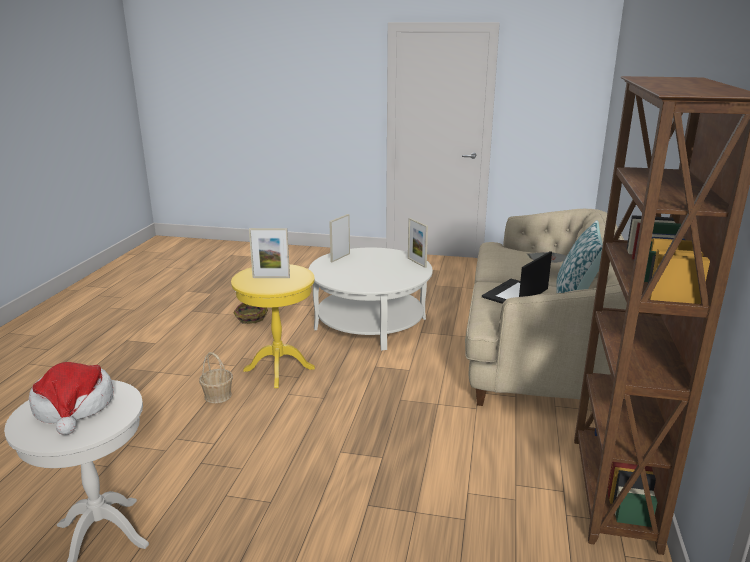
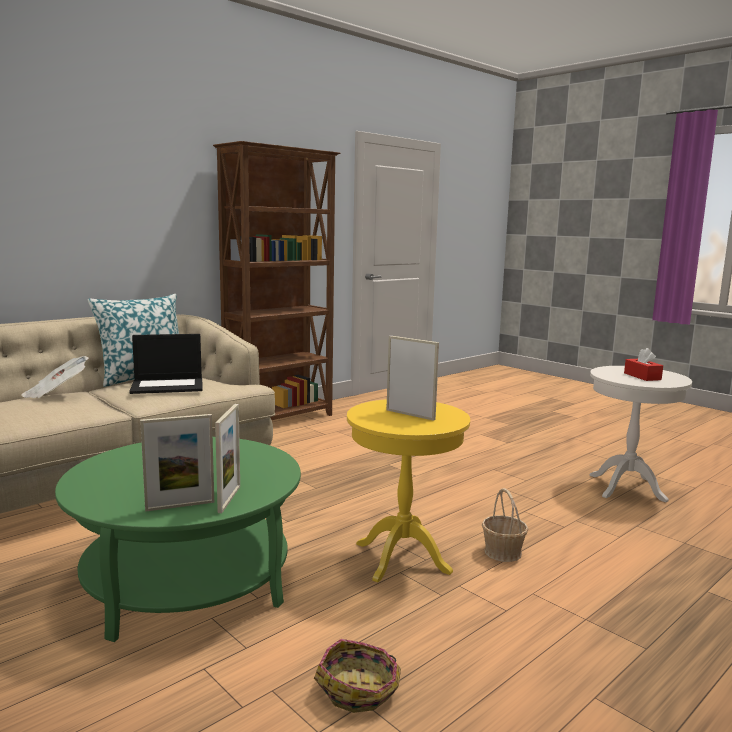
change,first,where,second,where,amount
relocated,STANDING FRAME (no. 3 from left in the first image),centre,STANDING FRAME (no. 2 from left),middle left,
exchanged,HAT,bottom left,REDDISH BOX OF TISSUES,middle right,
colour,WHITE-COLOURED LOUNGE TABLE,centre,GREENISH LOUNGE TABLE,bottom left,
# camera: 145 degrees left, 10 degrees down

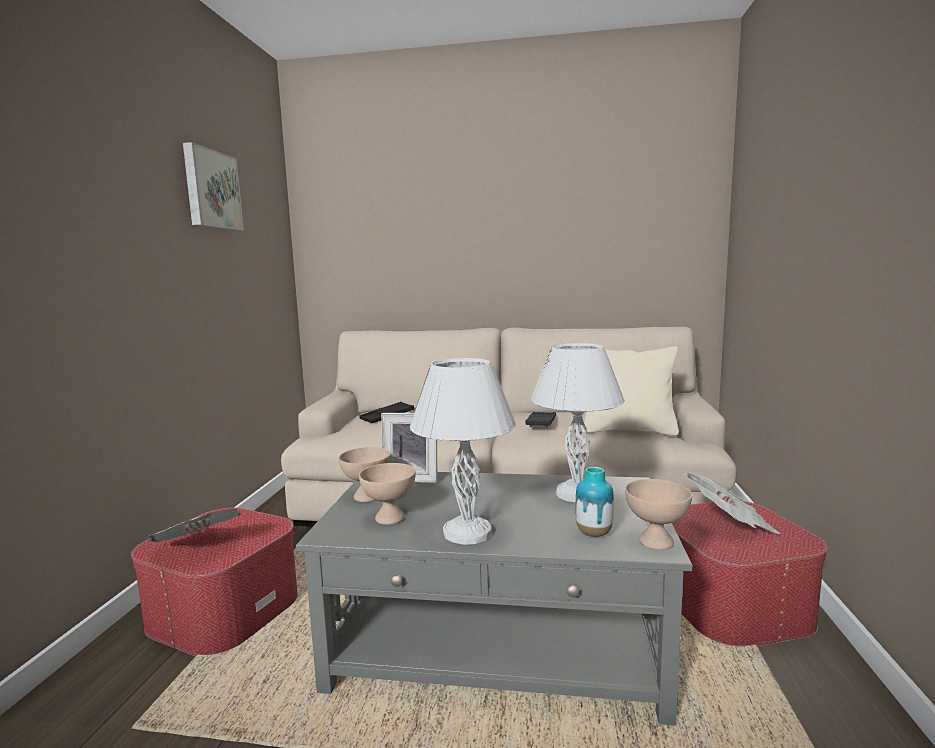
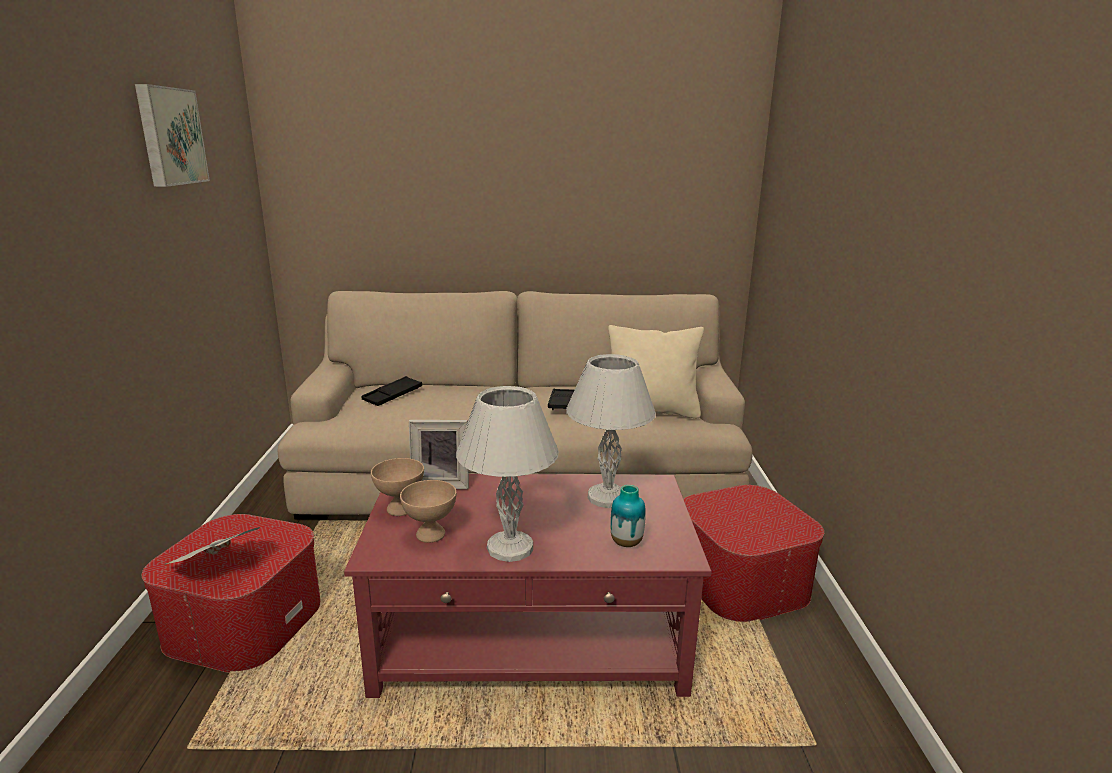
change,first,where,second,where,amount
missing,BEIGE-COLOURED SERVING BOWL (no. 3 from left),bottom right,,,
missing,PRINTED PAPER (no. 2 from left),bottom right,,,
colour,GREYISH LOUNGE TABLE,bottom centre,REDDISH LOUNGE TABLE,bottom centre,
# camera: 10 degrees left, 10 degrees up

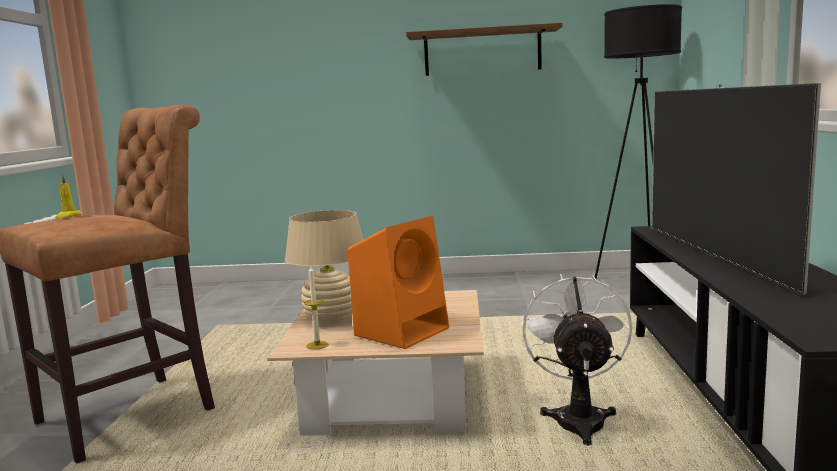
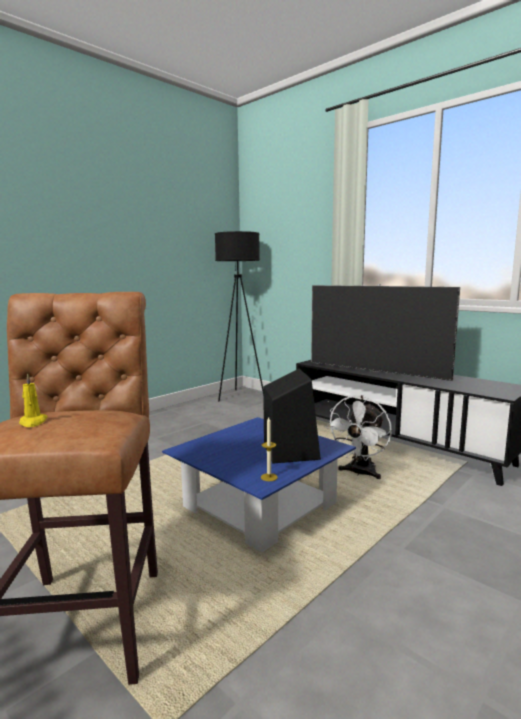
change,first,where,second,where,amount
missing,BEIGE-COLOURED LAMP FOR A TABLE,centre,,,
missing,BROWNISH WALL SHELF,top centre,,,
colour,BEIGE-COLOURED LOUNGE TABLE,bottom centre,BLUISH LOUNGE TABLE,bottom centre,
colour,ORANGE SPEAKER,centre,BLACKISH SPEAKER,centre,
spun,WHITE-COLOURED ELECTRIC FAN,bottom right,,middle right,105 degrees counterclockwise
# camera: 50 degrees left, 0 degrees up

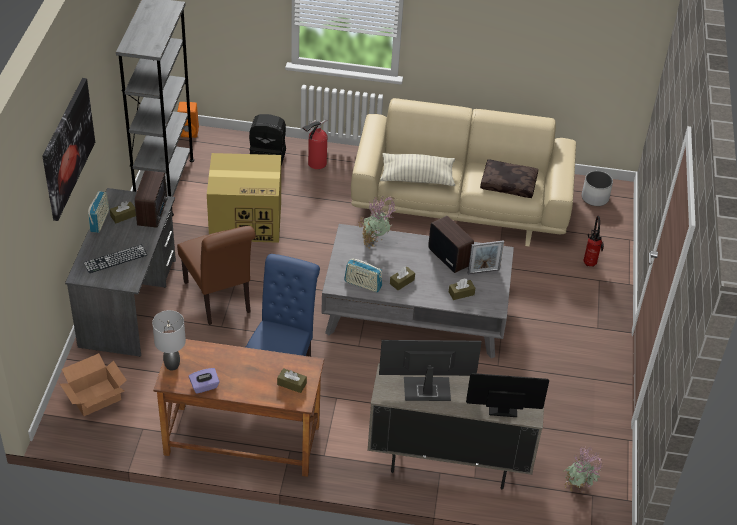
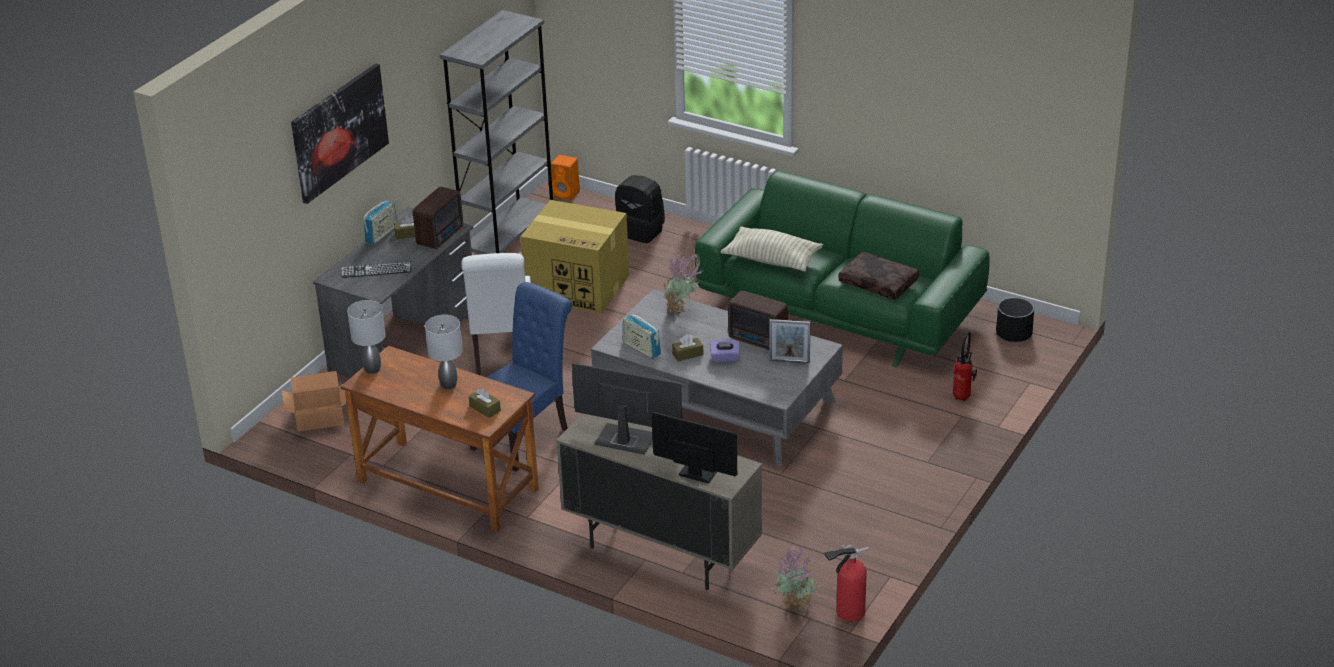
change,first,where,second,where,amount
missing,BROWNISH BOX OF TISSUES (no. 4 from left),centre,,,
appeared,,,GREYISH LAMP FOR A TABLE (no. 2 from left),middle left,
relocated,PURPLE BOX OF TISSUES,bottom left,,centre,
relocated,EXTINGUISHER (no. 1 from left),top centre,,bottom centre,
colour,BROWNISH UPRIGHT CHAIR,middle left,WHITE-COLOURED UPRIGHT CHAIR,centre,
colour,BEIGE-COLOURED COUCH,top centre,GREENISH COUCH,centre,
colour,WHITE-COLOURED PLANTER,middle right,BLACKISH PLANTER,middle right,
spun,RADIO (no. 4 from left),centre,,centre,135 degrees clockwise
# camera: 25 degrees right, 10 degrees down

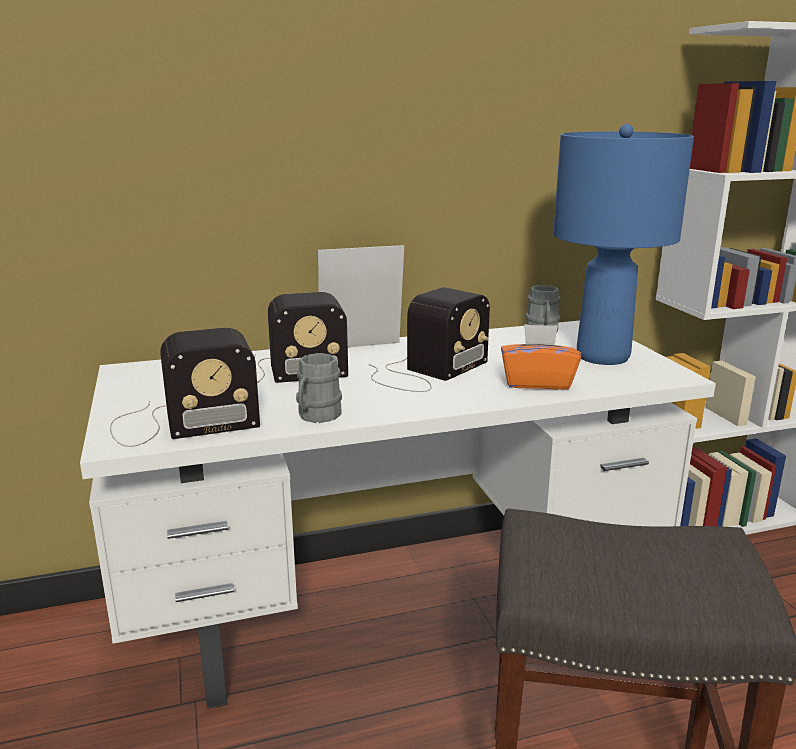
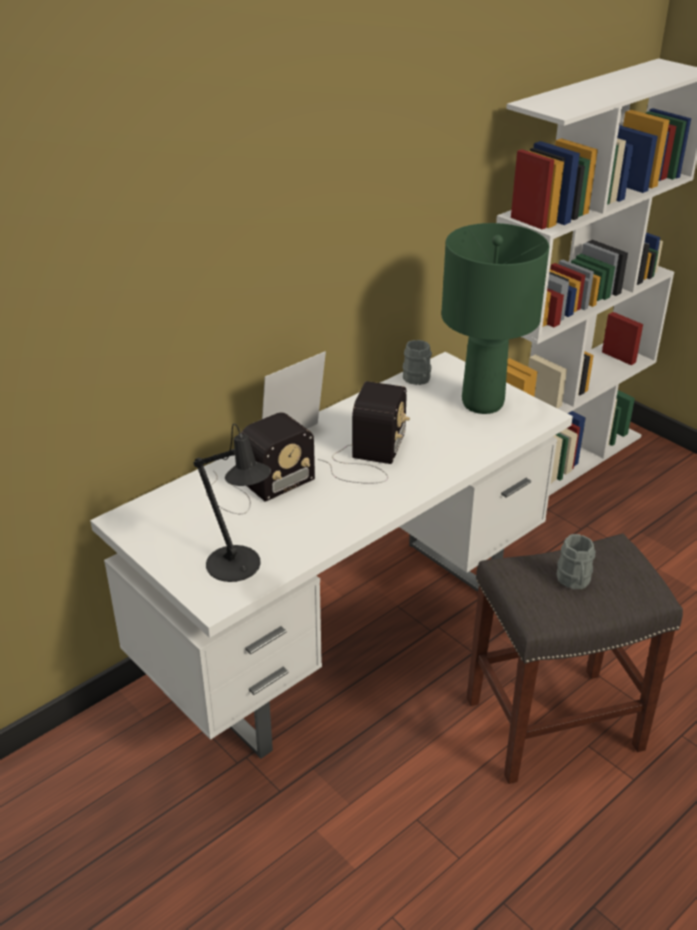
change,first,where,second,where,amount
missing,ORANGE BOX OF TISSUES,middle right,,,
relocated,GREYISH COFFEE MUG (no. 1 from left in the first image),centre,GREYISH COFFEE MUG (no. 2 from left),middle right,
exchanged,RADIO (no. 1 from left),middle left,BLACKISH LAMP FOR A TABLE,middle left,
colour,BLUISH LAMP FOR A TABLE,top right,GREENISH LAMP FOR A TABLE,middle right,
# camera: 25 degrees left, 15 degrees up

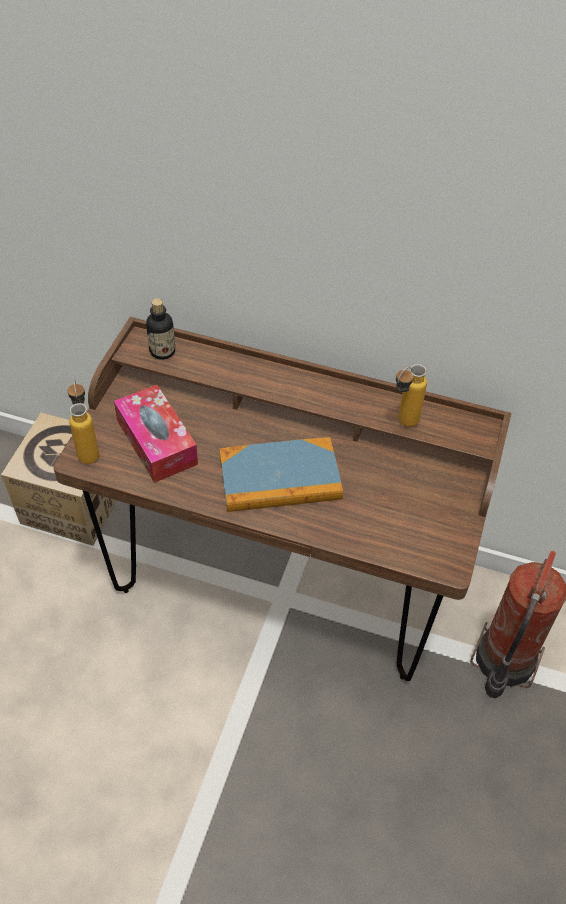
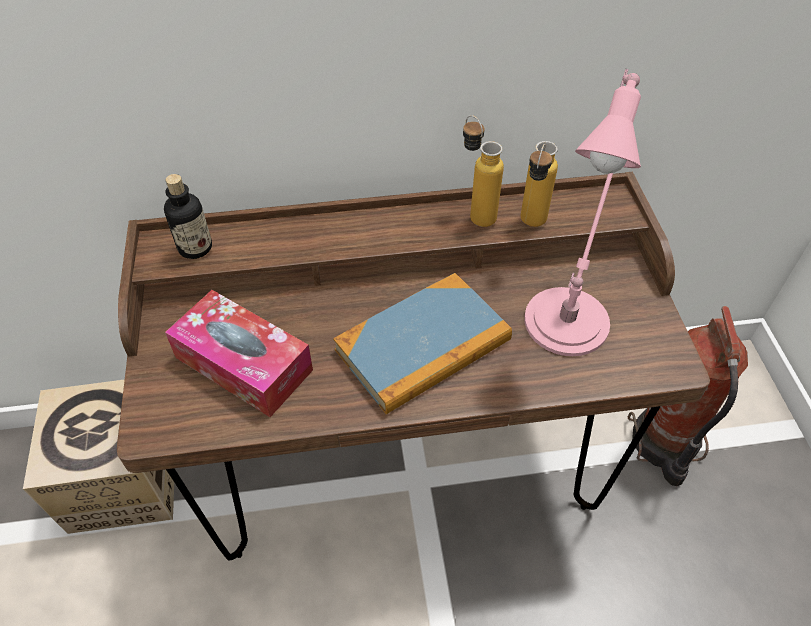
change,first,where,second,where,amount
appeared,,,PINKISH LAMP FOR A TABLE,middle right,
relocated,BOTTLE (no. 1 from left in the first image),middle left,BOTTLE (no. 2 from left),top centre,
# camera: 25 degrees left, 0 degrees up

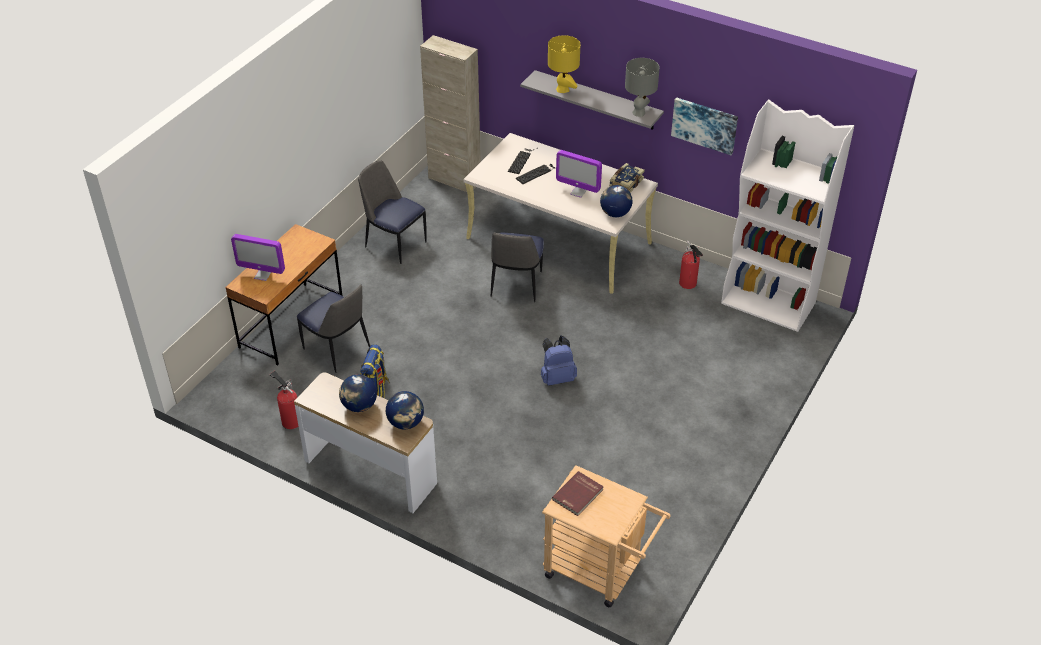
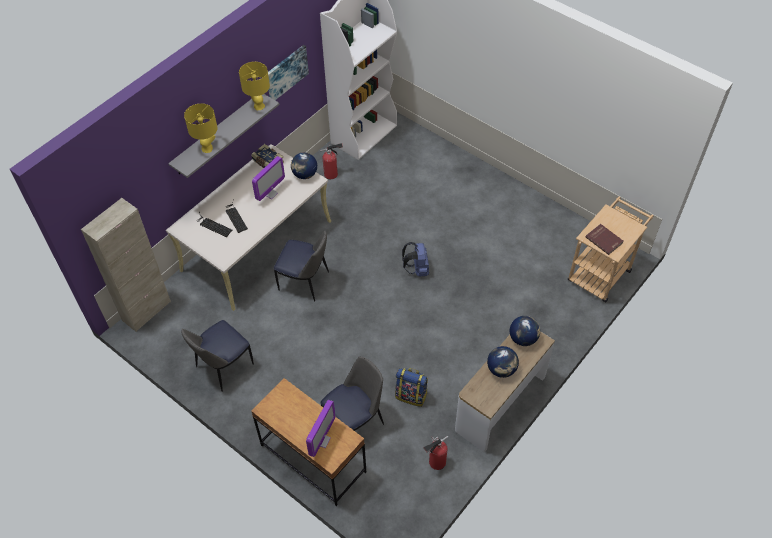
change,first,where,second,where,amount
colour,GREYISH LAMP FOR A TABLE,top centre,YELLOW LAMP FOR A TABLE (no. 2 from left),top left,
# camera: 80 degrees left, 10 degrees up

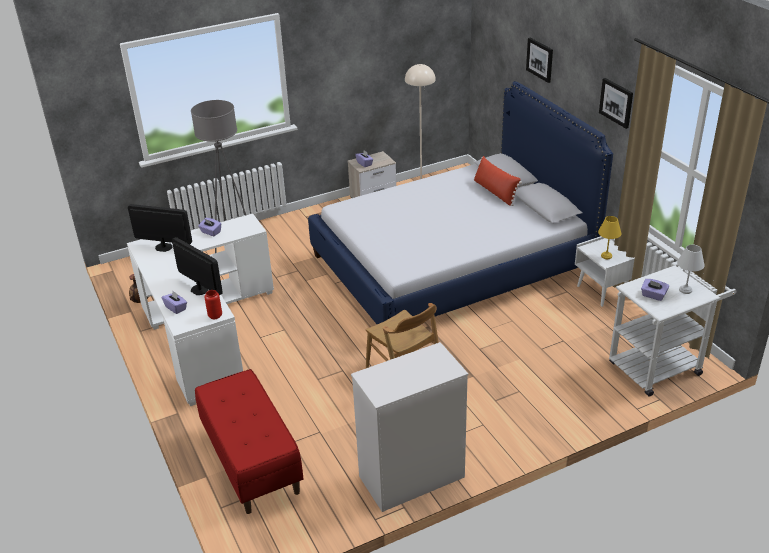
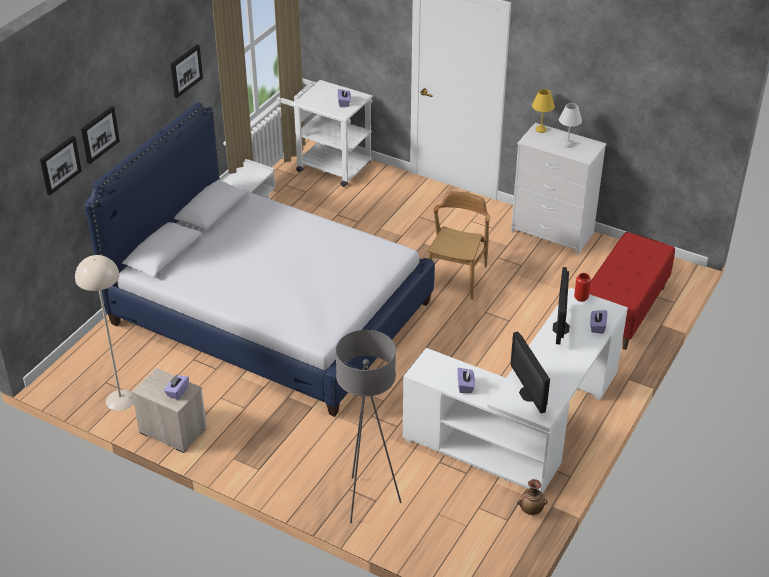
change,first,where,second,where,amount
missing,REDDISH CUSHION,top centre,,,
appeared,,,WALL PICTURE (no. 1 from left),top left,
relocated,YELLOW LAMP FOR A TABLE,middle right,,top right,
relocated,WHITE-COLOURED LAMP FOR A TABLE,middle right,,top right,
# camera: 125 degrees left, 5 degrees up

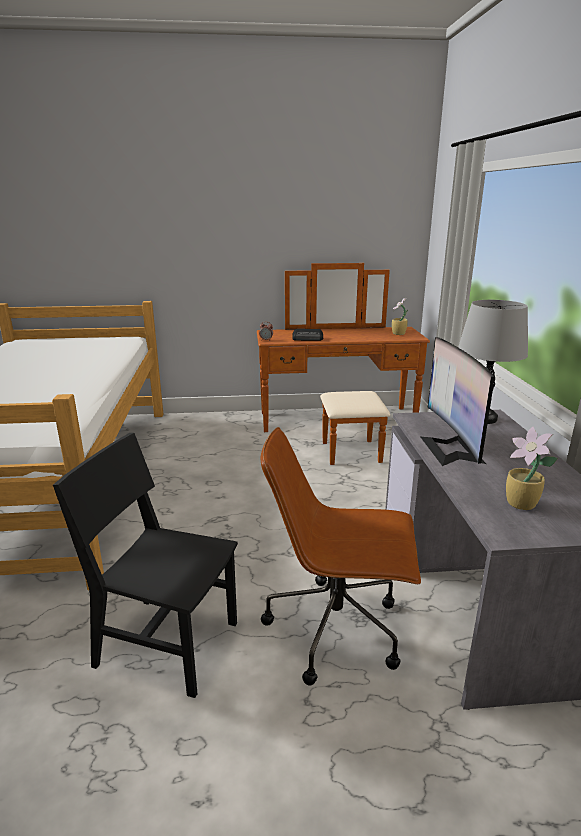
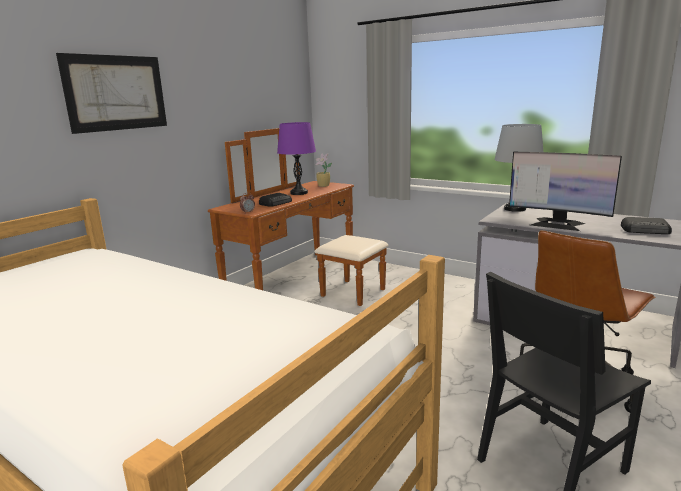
change,first,where,second,where,amount
appeared,,,WALL PICTURE,top left,
appeared,,,PURPLE LAMP FOR A TABLE,top centre,
exchanged,PLANT IN A POT (no. 2 from left),middle right,RADIO (no. 2 from left),middle right,
# camera: 50 degrees left, 5 degrees down

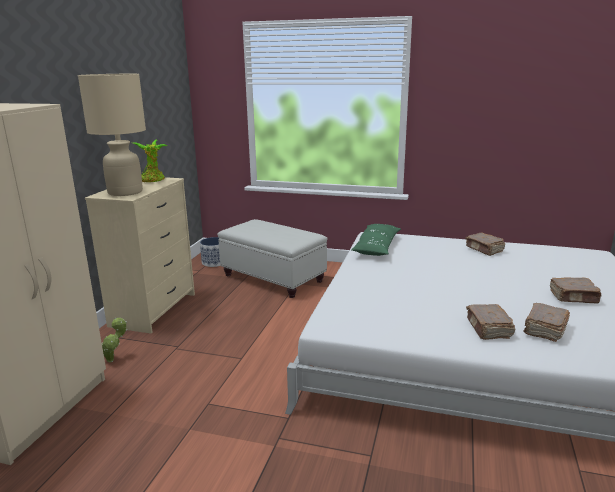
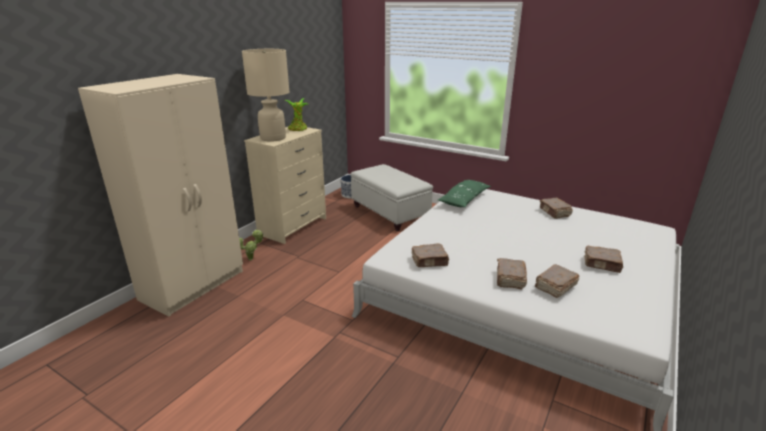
change,first,where,second,where,amount
appeared,,,BROWNISH BOUND BOOK (no. 1 from left),centre,
# camera: 15 degrees right, 5 degrees up

